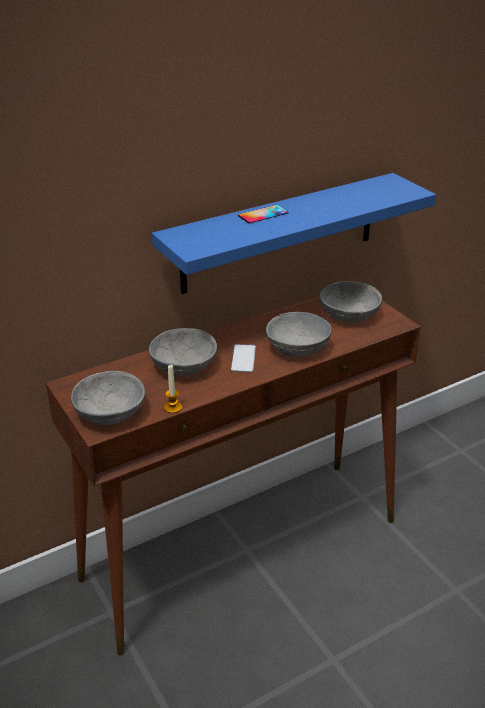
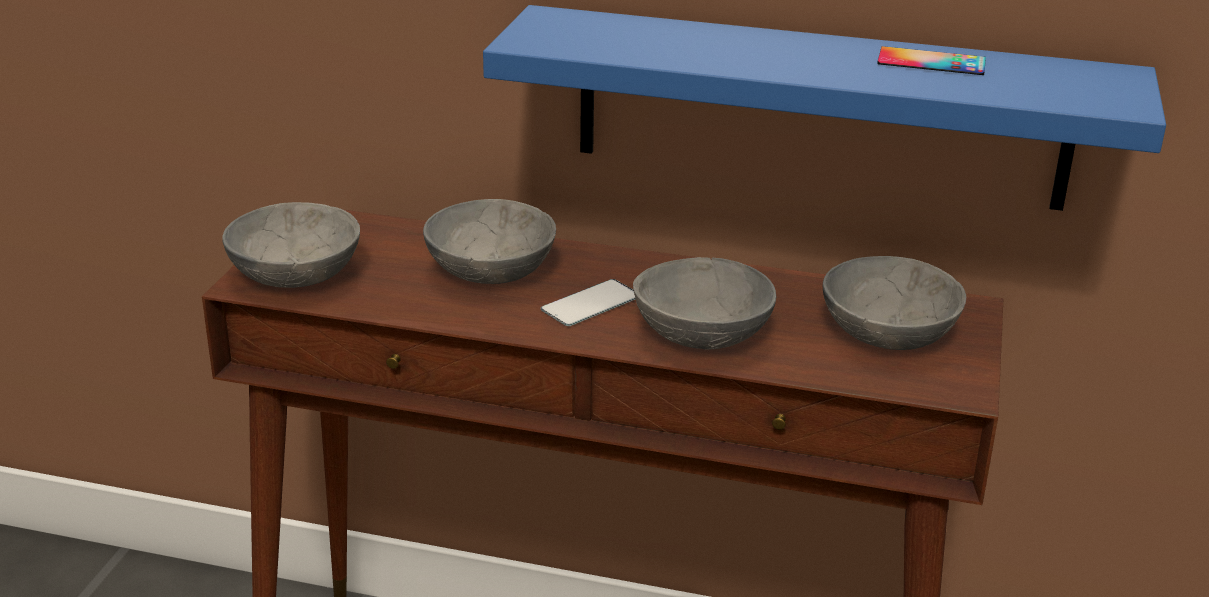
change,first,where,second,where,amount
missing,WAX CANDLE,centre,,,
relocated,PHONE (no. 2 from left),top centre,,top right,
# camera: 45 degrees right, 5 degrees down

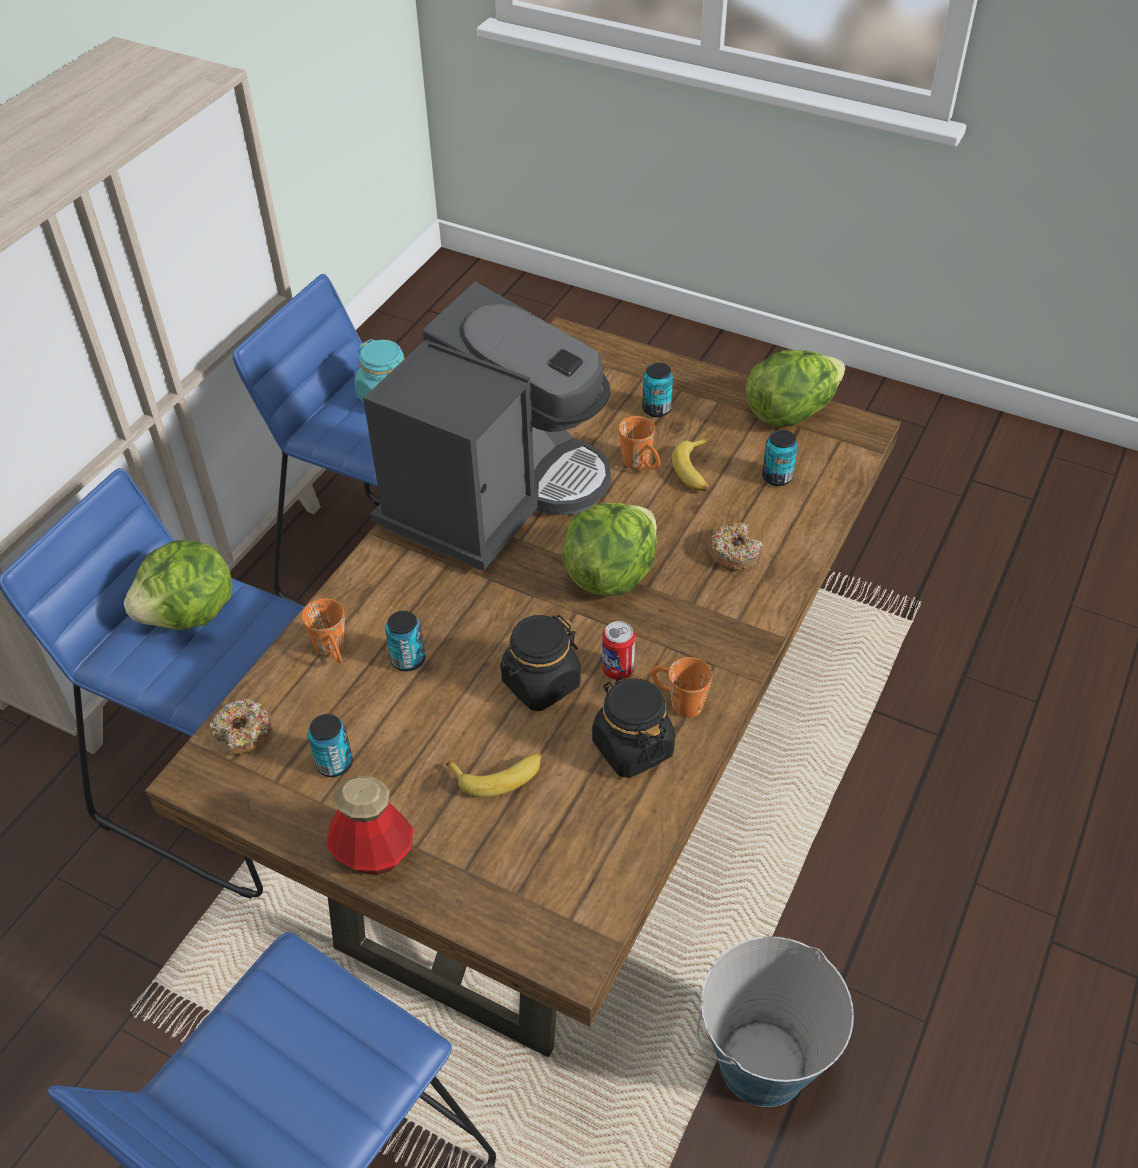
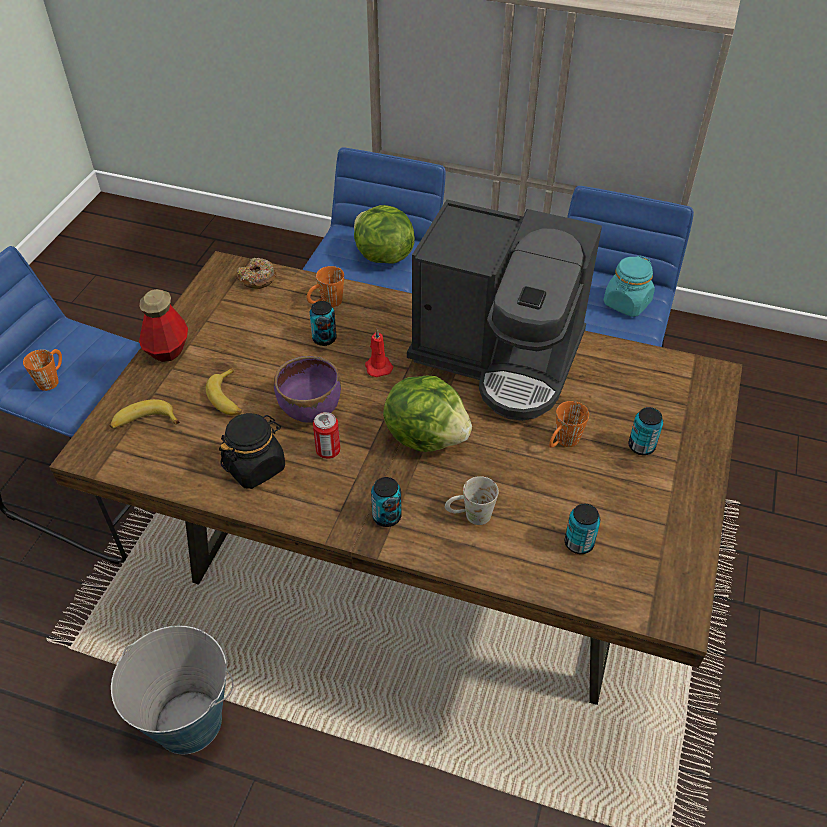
change,first,where,second,where,amount
missing,LETTUCE HEAD (no. 3 from left),top right,,,
appeared,,,REDDISH WAX CANDLE,centre,
relocated,CAN (no. 1 from left in the first image),middle left,CAN (no. 3 from left),centre,
relocated,ORANGE COFFEE MUG (no. 3 from left in the first image),centre,ORANGE COFFEE MUG (no. 1 from left),middle left,
relocated,WHOLE BANANA (no. 2 from left in the first image),centre,WHOLE BANANA (no. 1 from left),middle left,
exchanged,BLACKISH STORAGE JAR (no. 1 from left),centre,PURPLE SERVING BOWL,centre,
exchanged,DONUT (no. 2 from left),centre,WHITE-COLOURED COFFEE MUG,centre,
# camera: 80 degrees right, 0 degrees up

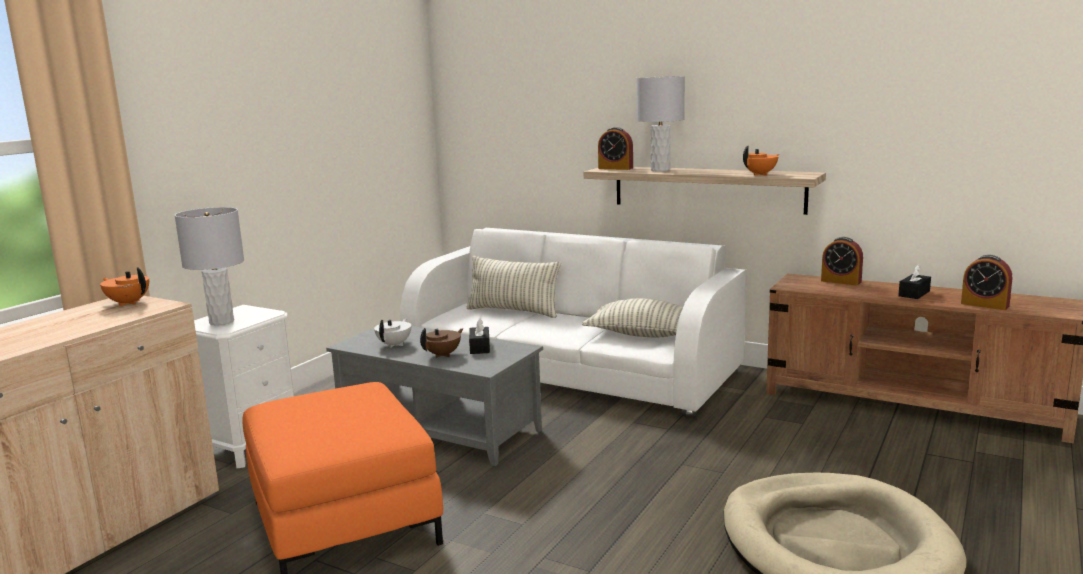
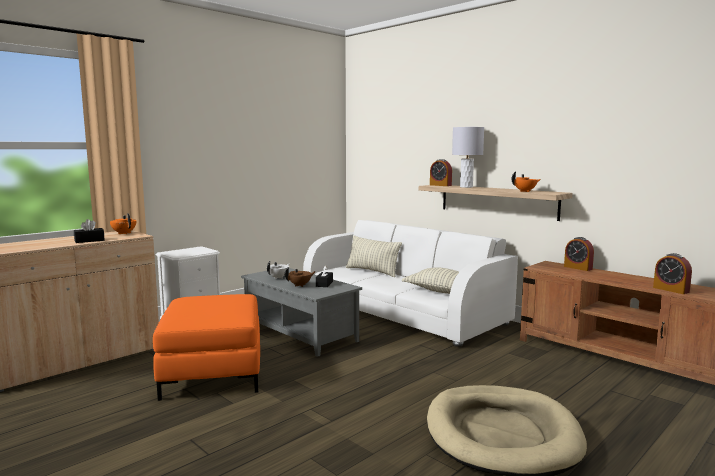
change,first,where,second,where,amount
missing,GREYISH LAMP FOR A TABLE (no. 1 from left),middle left,,,
relocated,BLACKISH BOX OF TISSUES (no. 2 from left in the first image),middle right,BLACKISH BOX OF TISSUES (no. 1 from left),middle left,
# camera: 15 degrees right, 5 degrees down

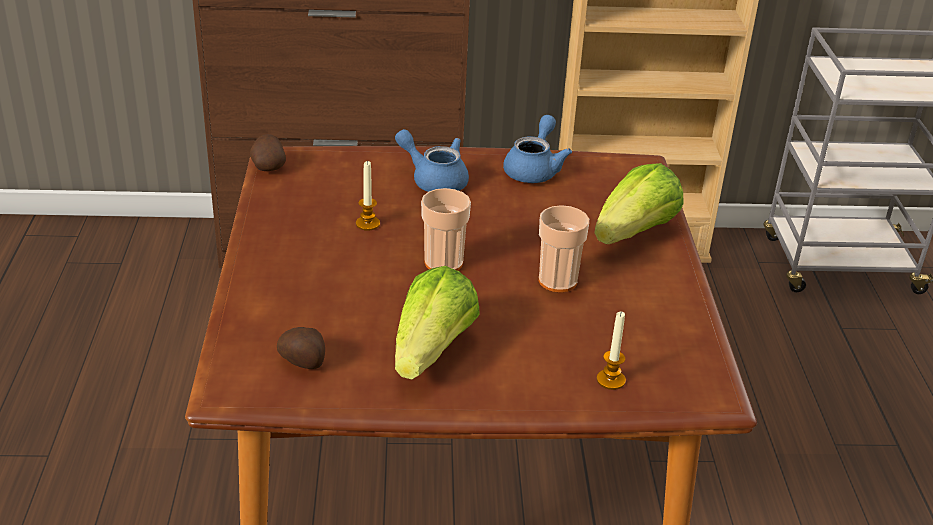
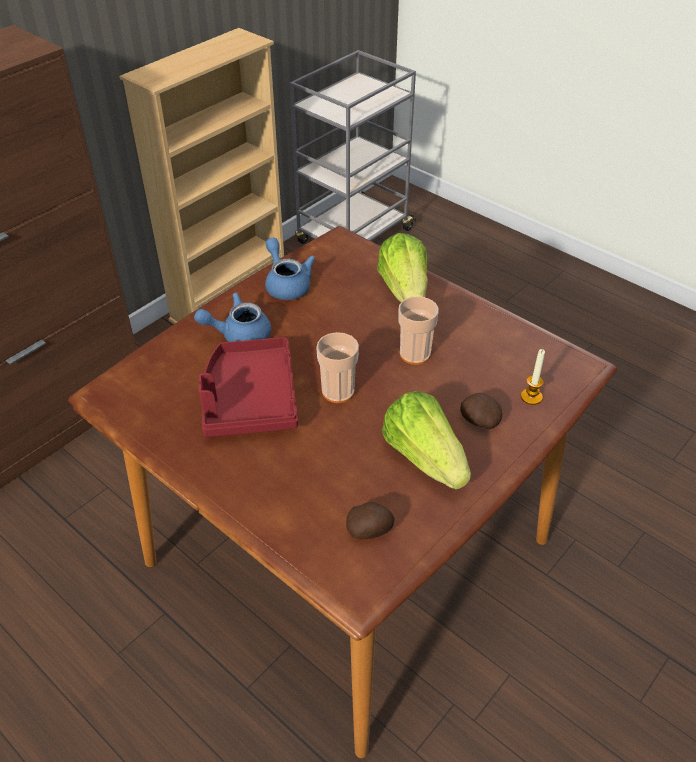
change,first,where,second,where,amount
relocated,WHOLE POTATO (no. 1 from left in the first image),top left,WHOLE POTATO (no. 2 from left),middle right,
exchanged,WAX CANDLE (no. 1 from left),centre,REDDISH CARRYING TRAY,centre,
# camera: 45 degrees left, 10 degrees up

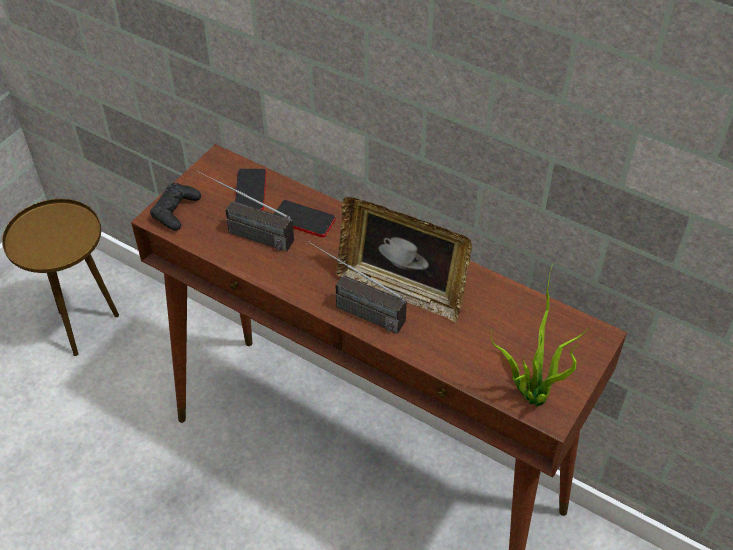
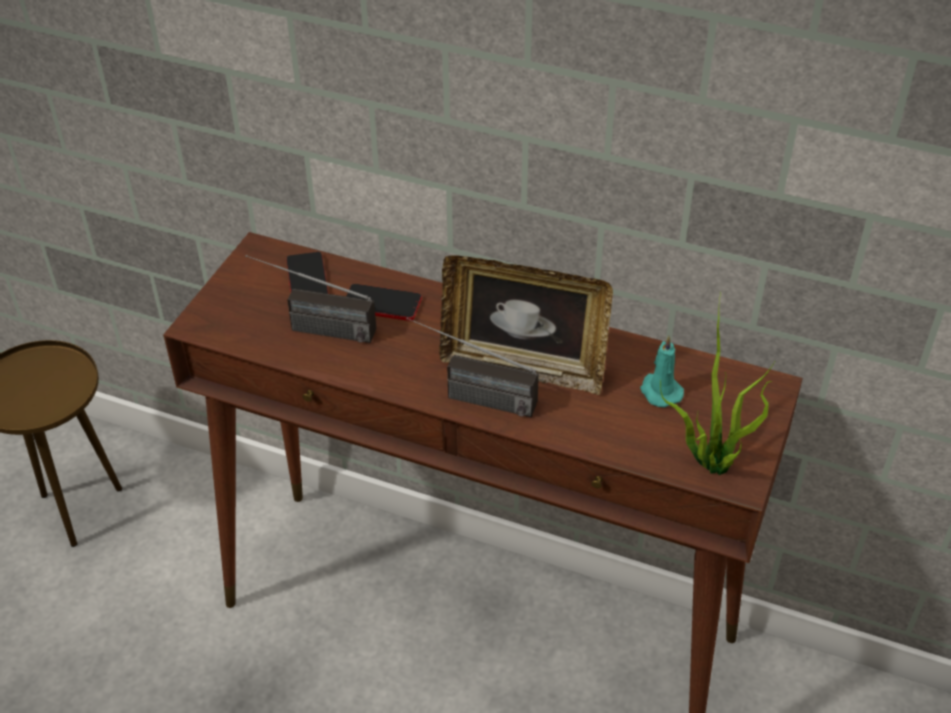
change,first,where,second,where,amount
missing,BLACKISH GAMEPAD,middle left,,,
appeared,,,BLUE-GREEN WAX CANDLE,middle right,
# camera: 10 degrees left, 5 degrees down

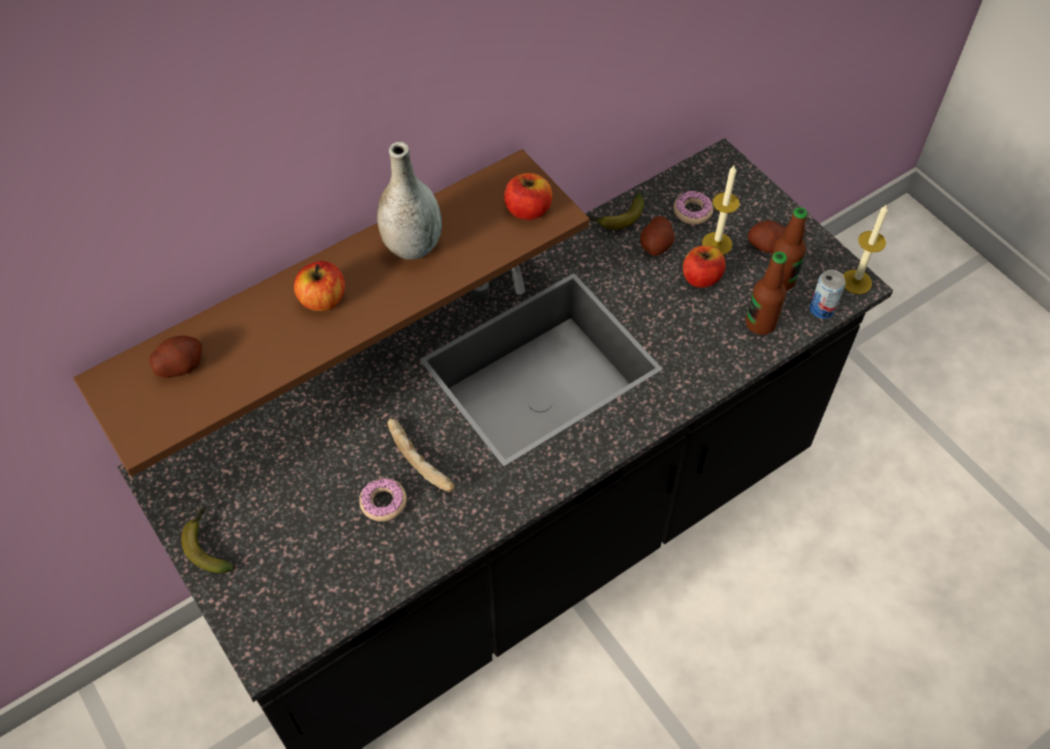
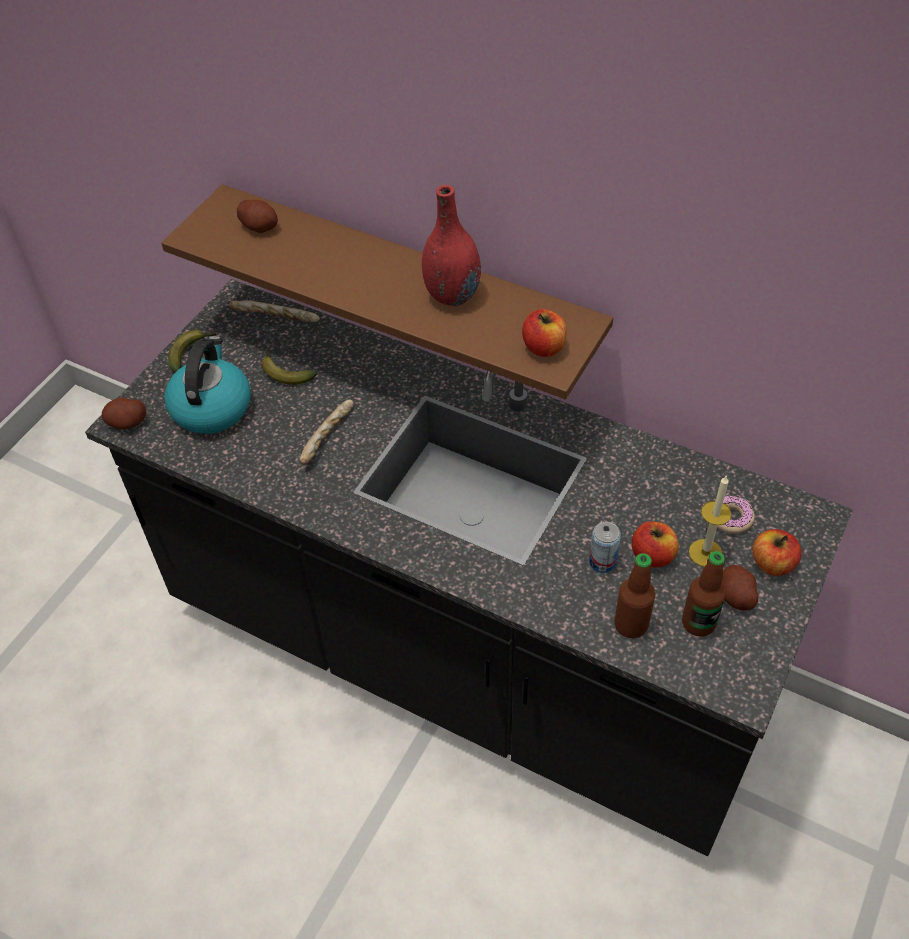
change,first,where,second,where,amount
missing,DONUT (no. 1 from left),bottom centre,,,
missing,WAX CANDLE (no. 2 from left),top right,,,
appeared,,,WATER KETTLE,middle left,
appeared,,,BREAD (no. 1 from left),top left,
relocated,APPLE (no. 1 from left in the first image),middle left,APPLE (no. 3 from left),middle right,
relocated,WHOLE BANANA (no. 2 from left),top centre,,middle left,
relocated,WHOLE POTATO (no. 2 from left in the first image),top centre,WHOLE POTATO (no. 1 from left),middle left,
relocated,CAN,middle right,,centre,
colour,GREYISH VASE,top centre,REDDISH VASE,top centre,
# camera: 65 degrees right, 5 degrees down

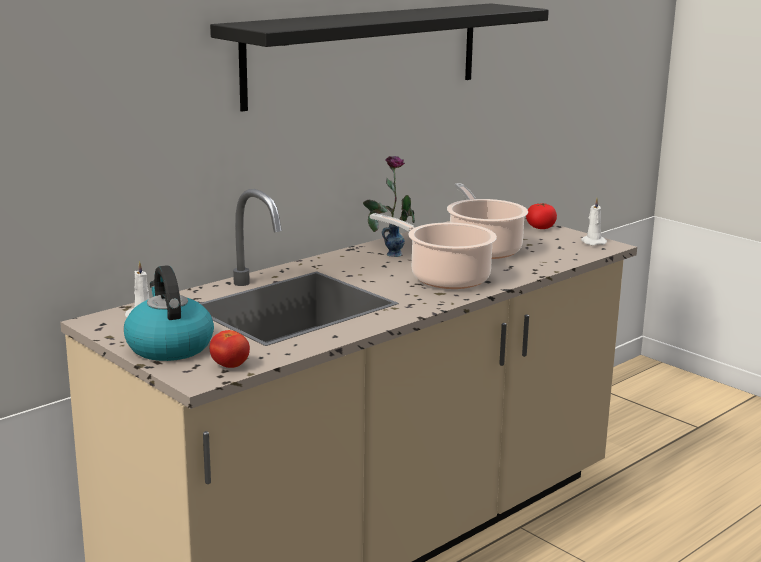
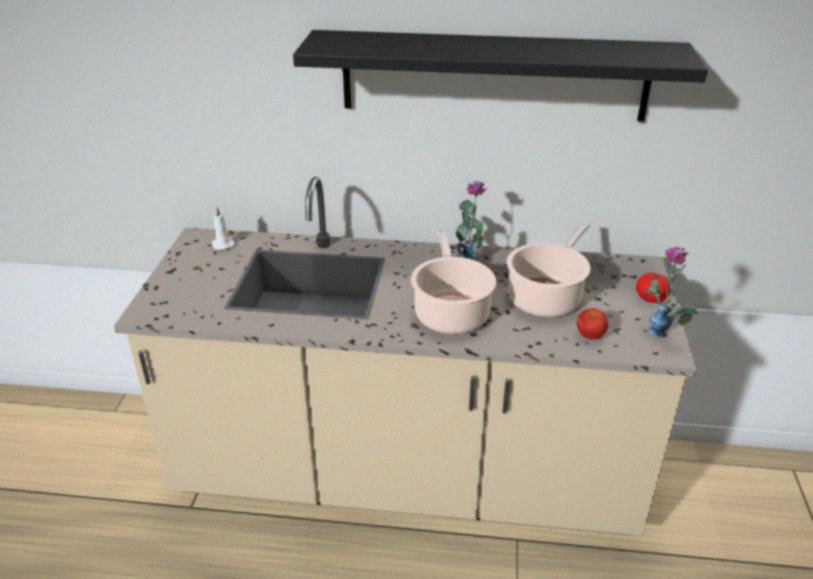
change,first,where,second,where,amount
missing,WATER KETTLE,middle left,,,
relocated,WHOLE TOMATO (no. 1 from left),middle left,,middle right,
exchanged,WHITE-COLOURED WAX CANDLE (no. 2 from left),middle right,VASE (no. 2 from left),middle right,
# camera: 50 degrees right, 15 degrees up

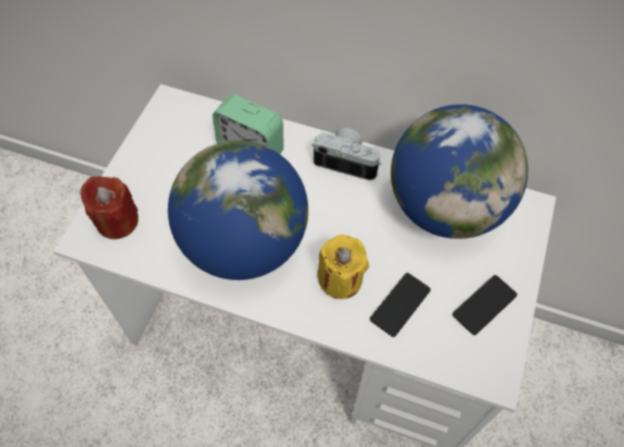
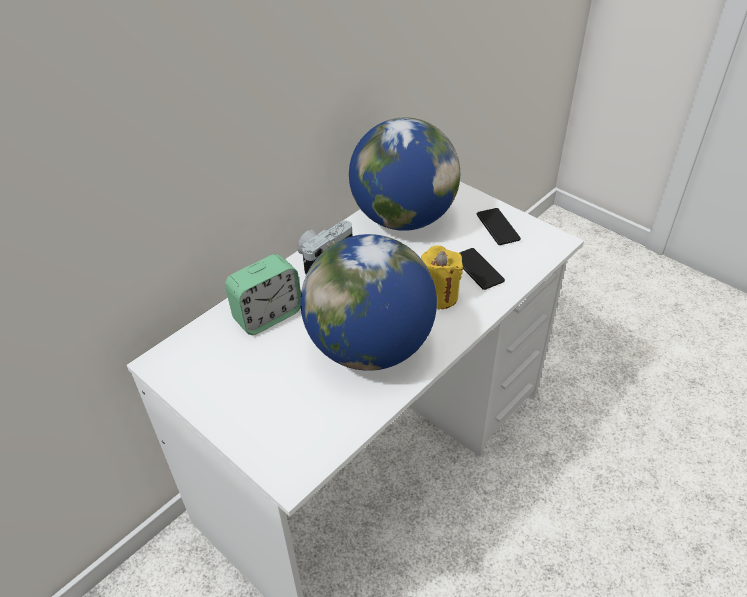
change,first,where,second,where,amount
missing,REDDISH WAX CANDLE,middle left,,,
# camera: 65 degrees left, 15 degrees down

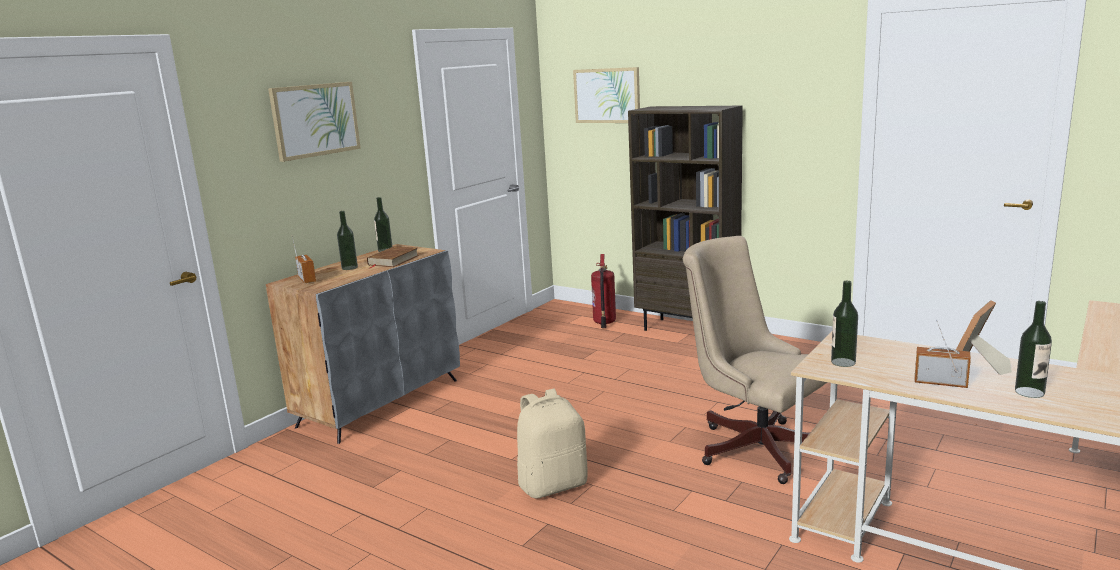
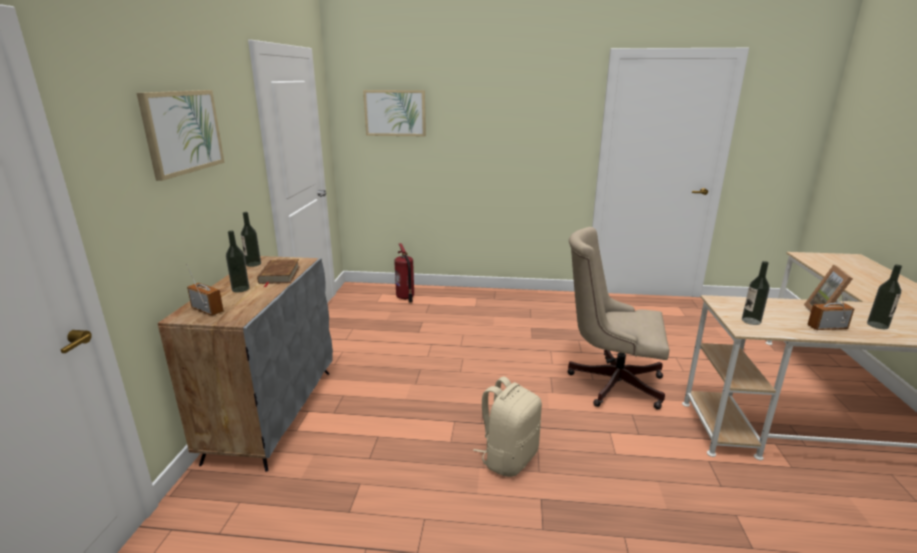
change,first,where,second,where,amount
missing,BROWNISH SHELVING UNIT,centre,,,
# camera: 30 degrees left, 5 degrees up

